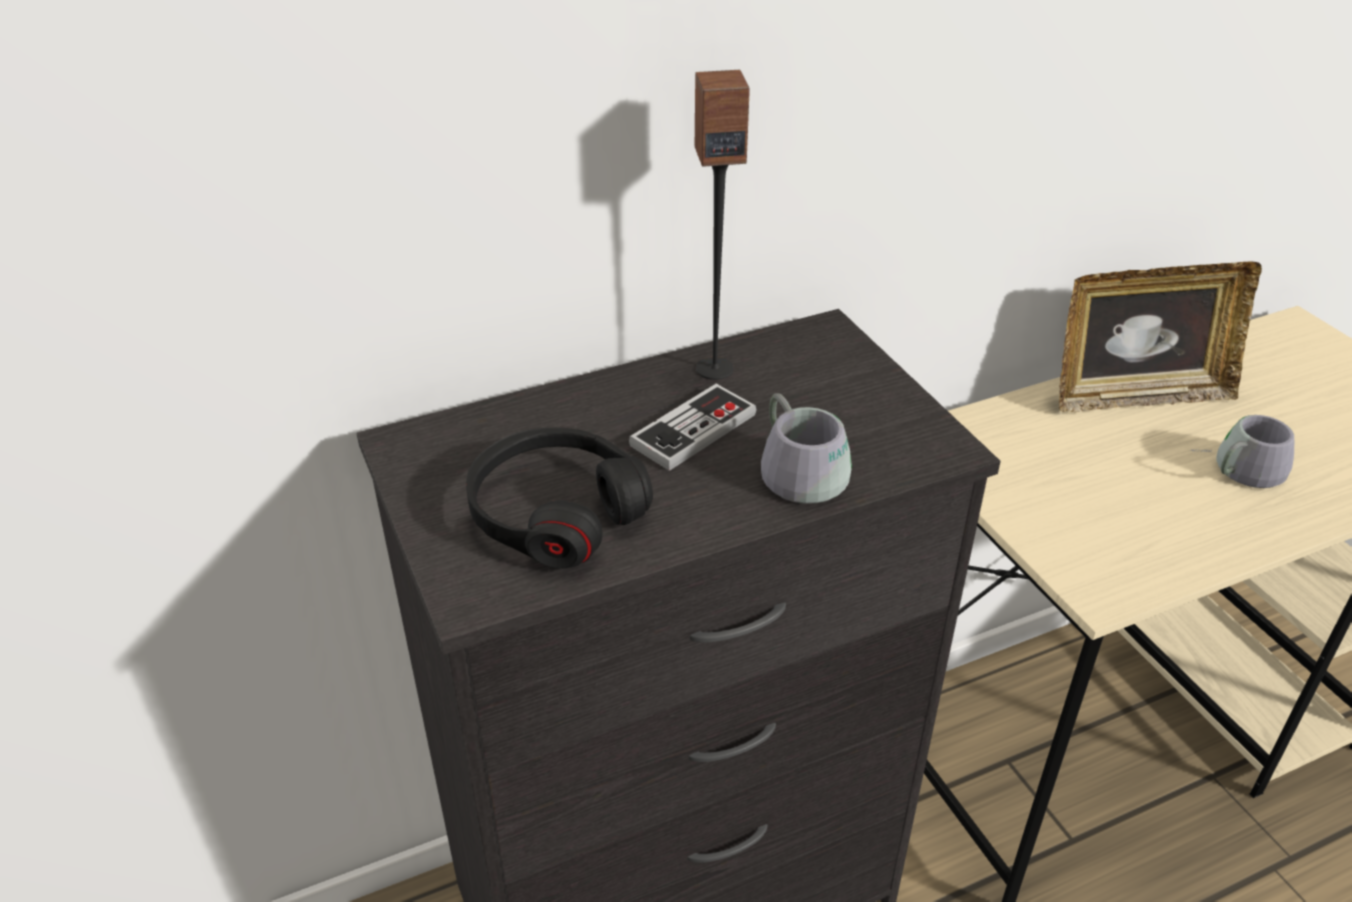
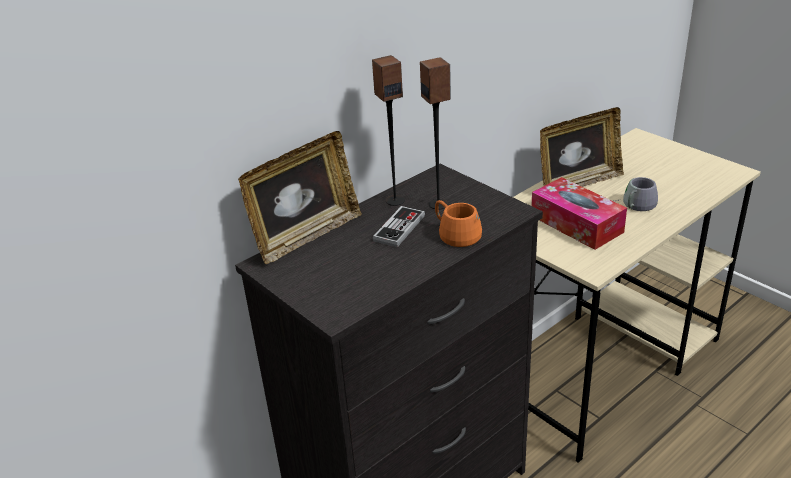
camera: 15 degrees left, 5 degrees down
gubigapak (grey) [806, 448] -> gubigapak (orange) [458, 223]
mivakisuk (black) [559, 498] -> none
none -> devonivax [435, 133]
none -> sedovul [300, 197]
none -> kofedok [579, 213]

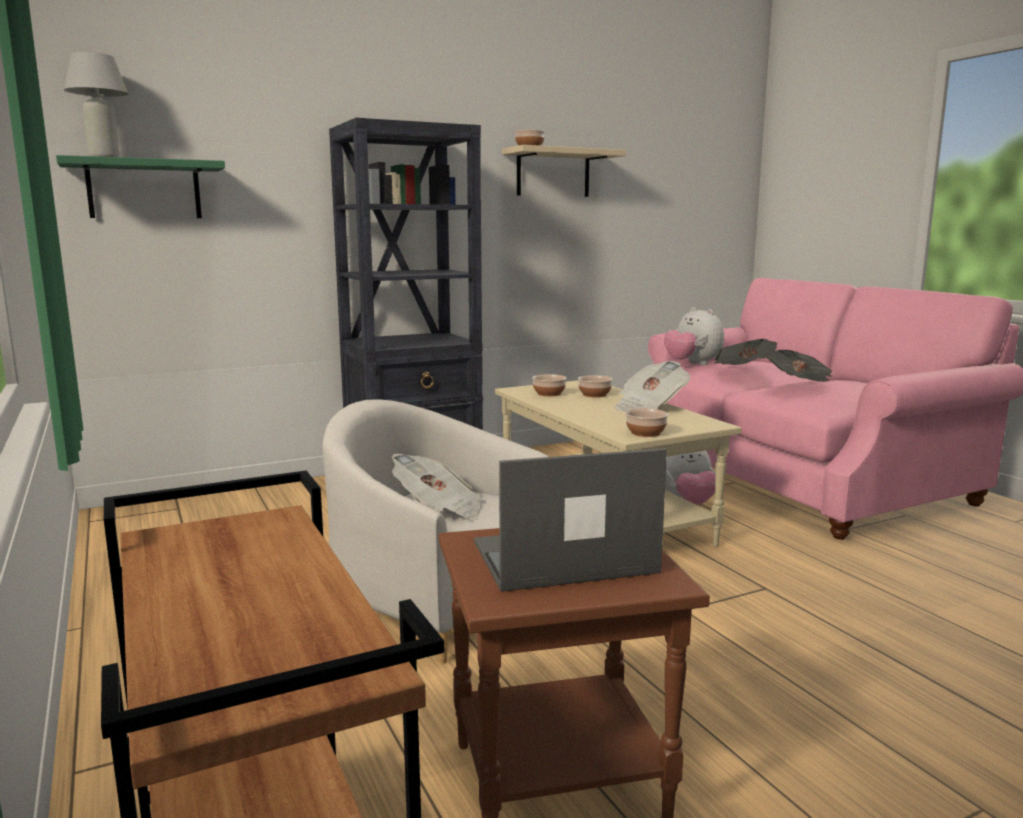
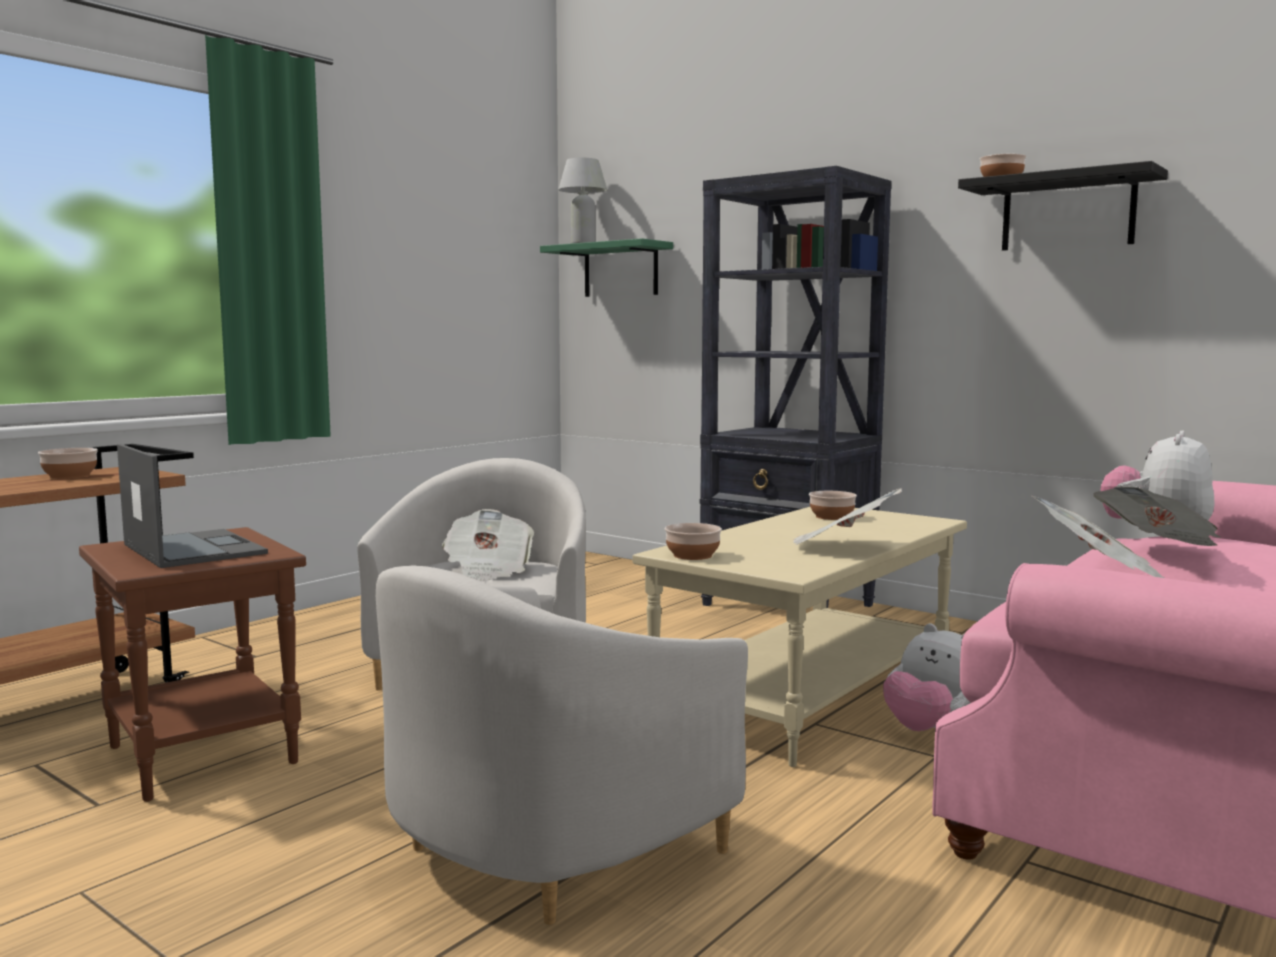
camera: 65 degrees right, 5 degrees down
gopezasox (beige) [564, 171] -> gopezasox (black) [1063, 206]
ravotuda [595, 386] -> ravotuda [68, 463], shifted
none -> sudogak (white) [562, 745]

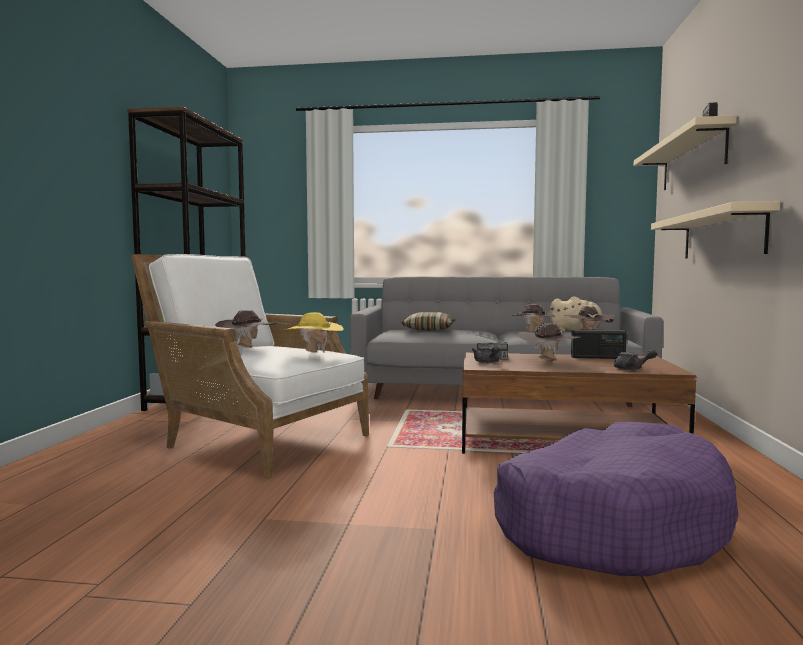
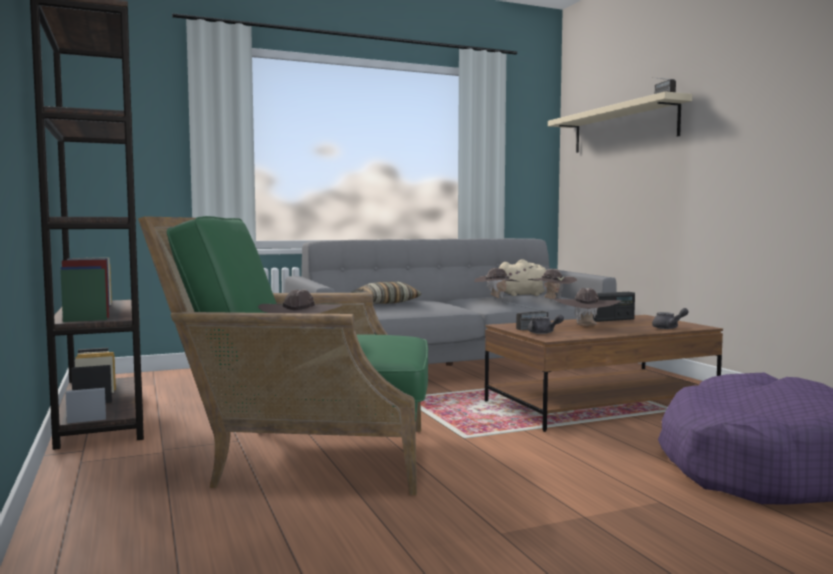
camera: 30 degrees left, 0 degrees up
gopezasox (beige) [715, 229] -> none
sudogak (white) [250, 366] -> sudogak (green) [283, 355]
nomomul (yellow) [314, 332] -> none

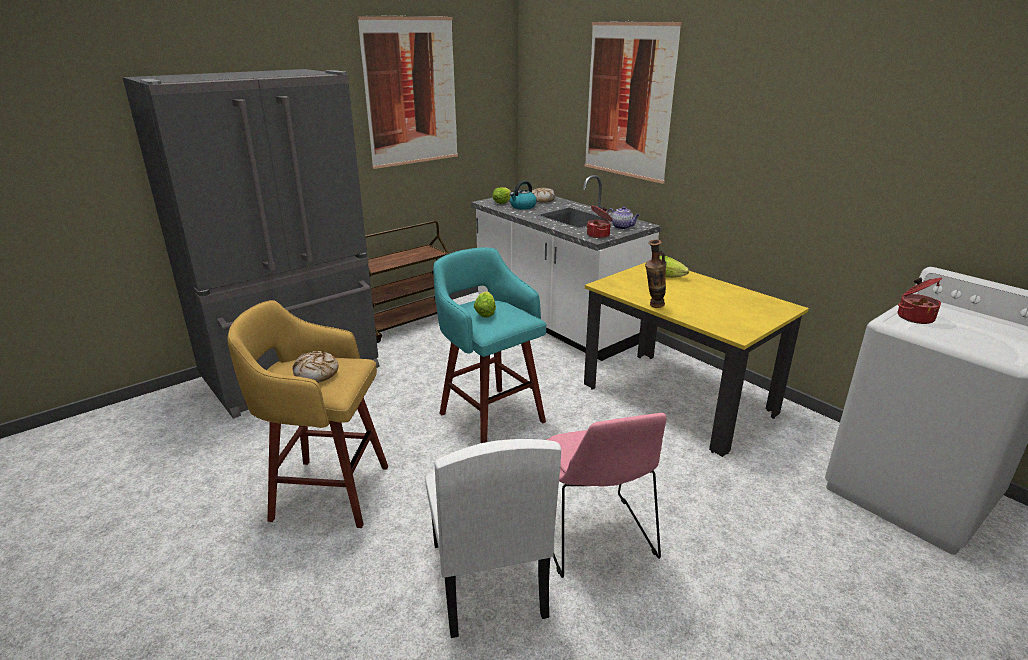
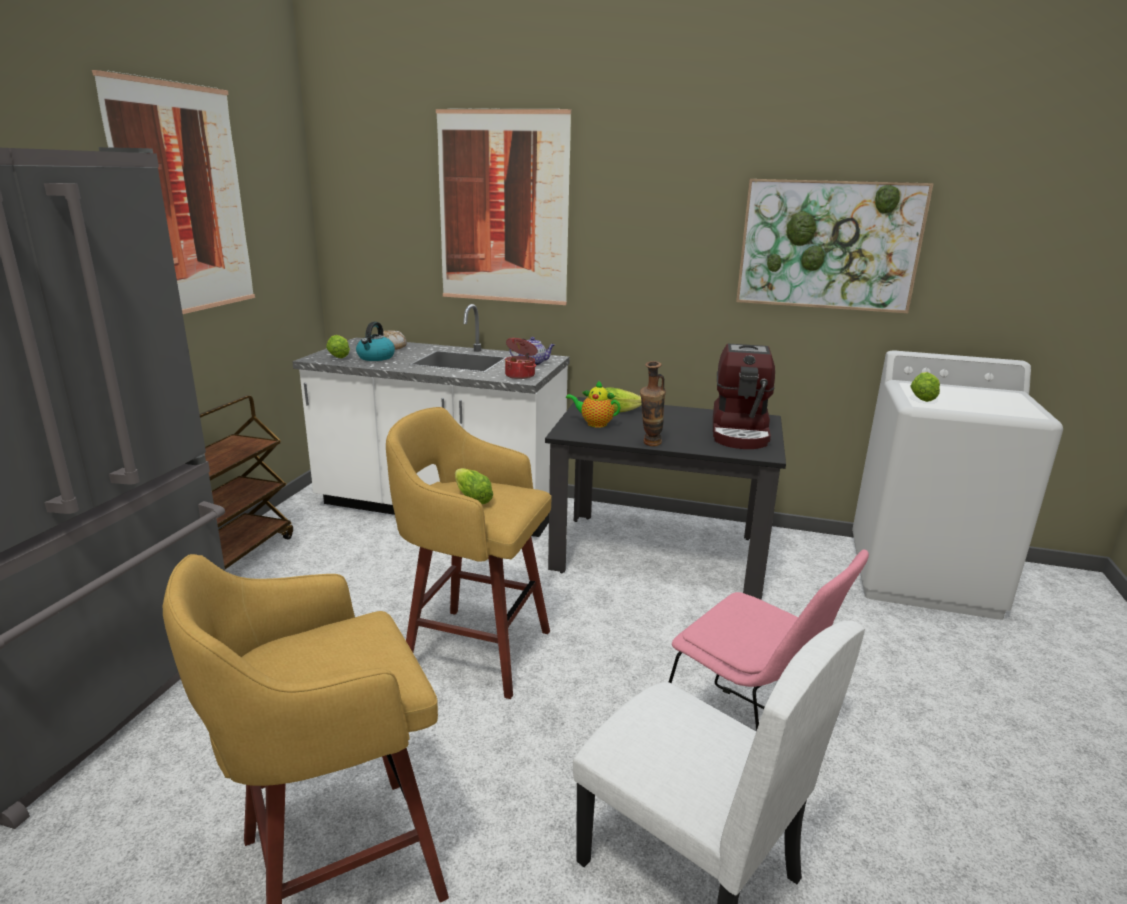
camera: 35 degrees left, 5 degrees down
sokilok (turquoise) [489, 345] -> sokilok (yellow) [468, 553]
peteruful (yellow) [696, 359] -> peteruful (black) [665, 498]
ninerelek [920, 300] -> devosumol [925, 387]
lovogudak [316, 367] -> none
none -> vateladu [835, 246]
none -> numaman [744, 396]
none -> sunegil [593, 404]

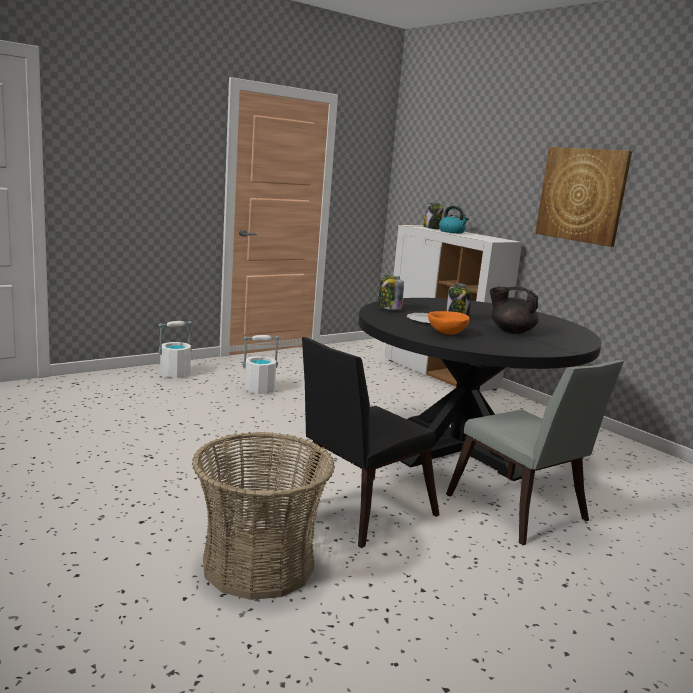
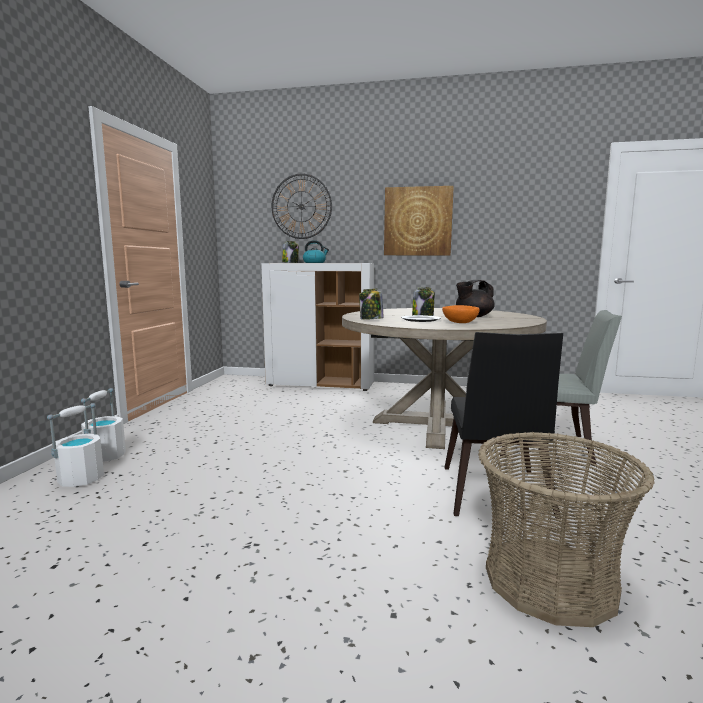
camera: 40 degrees left, 5 degrees down
peteruful (black) [480, 389] -> peteruful (beige) [444, 378]
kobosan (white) [260, 364] -> kobosan (white) [75, 445], shifted
none -> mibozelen [302, 206]

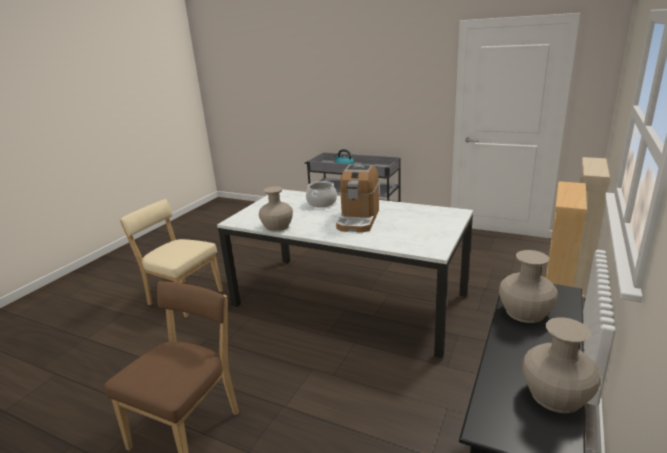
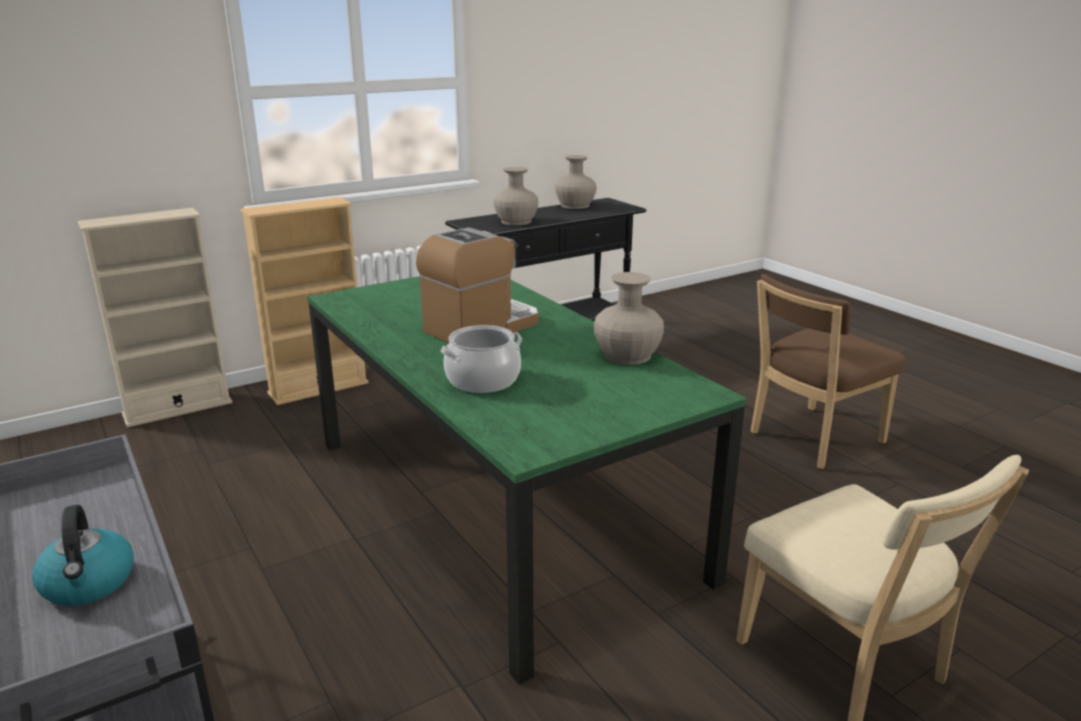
camera: 150 degrees left, 0 degrees up
peteruful (white) [345, 274] -> peteruful (green) [526, 480]

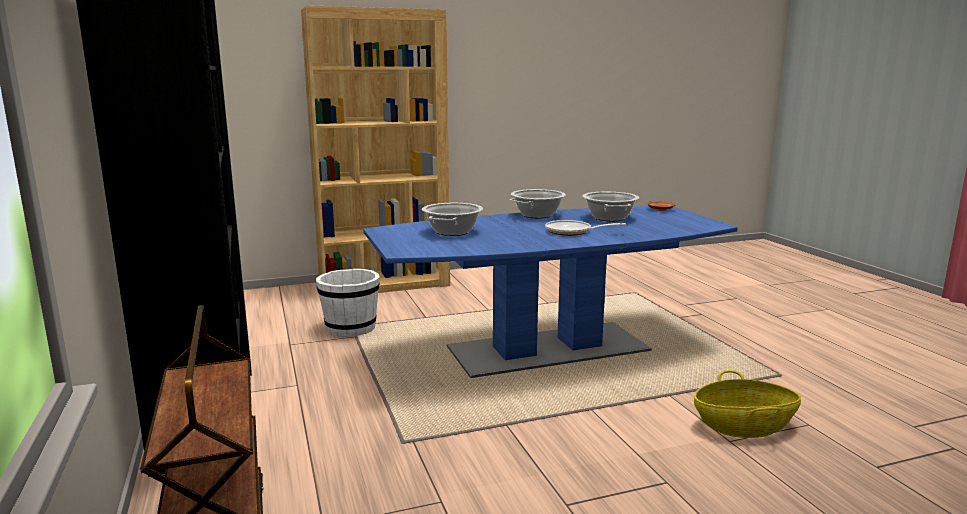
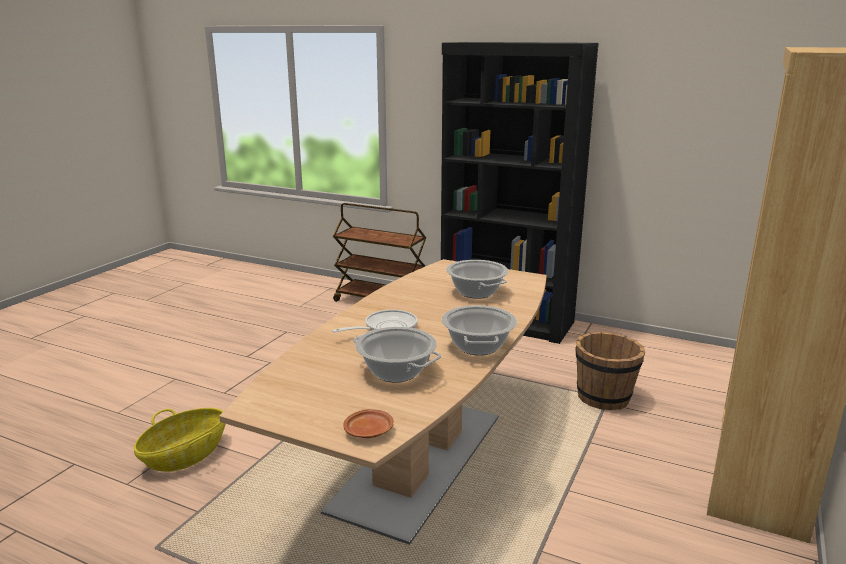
camera: 135 degrees right, 5 degrees up
peteruful (blue) [550, 292] -> peteruful (brown) [383, 402]
kobosan (white) [348, 303] -> kobosan (brown) [610, 370]

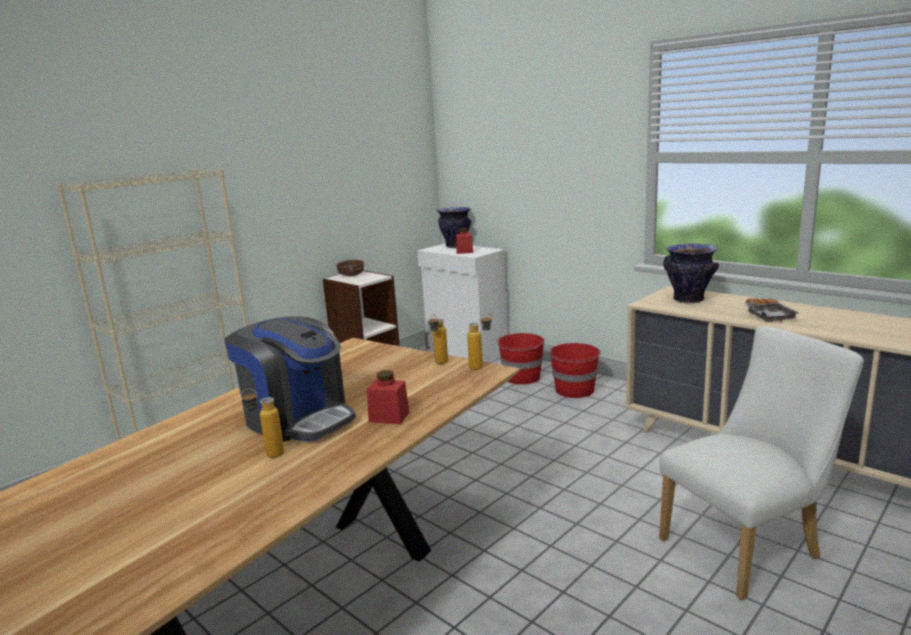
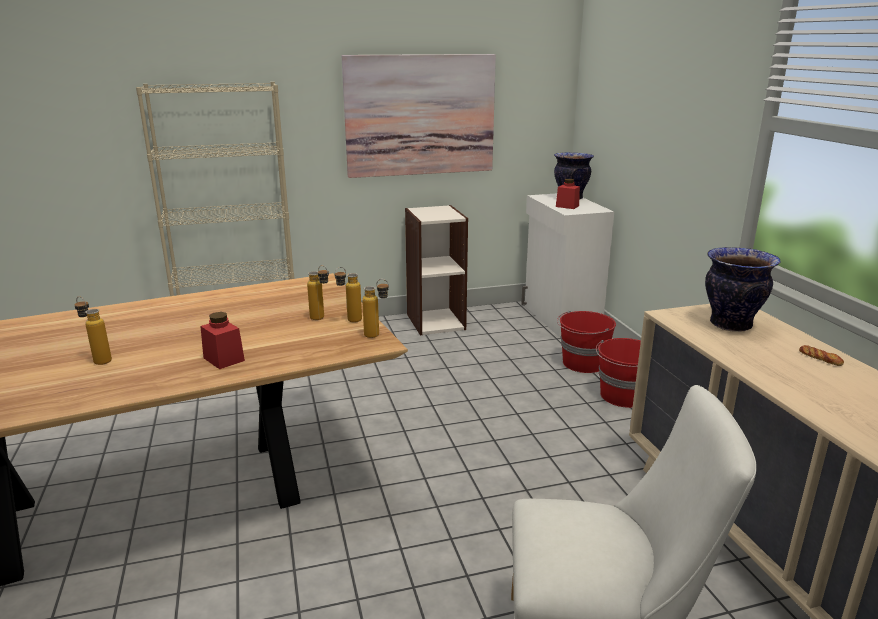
camera: 30 degrees right, 5 degrees up
ravotuda (brown) [350, 268] -> none
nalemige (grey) [772, 312] -> none
numaman [290, 379] -> none
none -> vateladu [419, 116]
none -> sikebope [318, 292]

